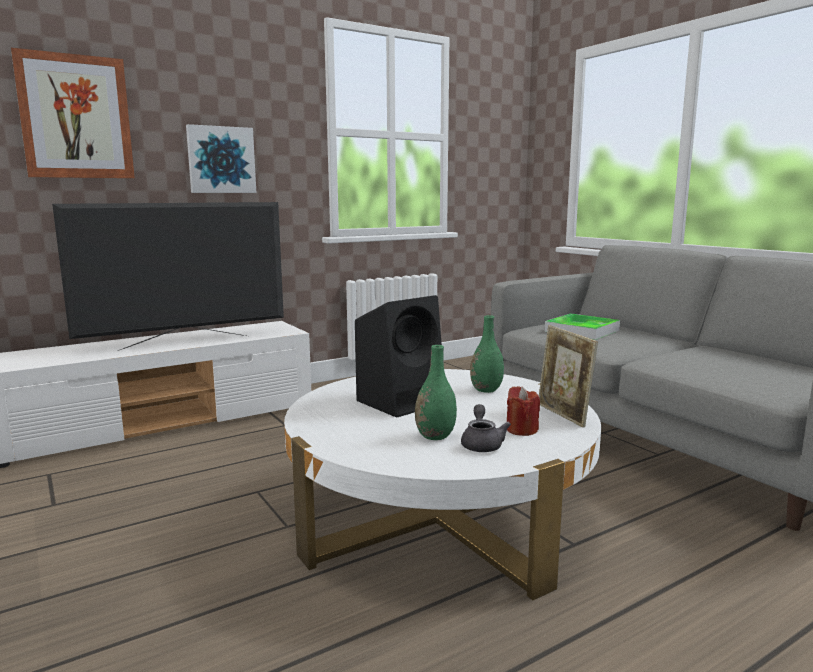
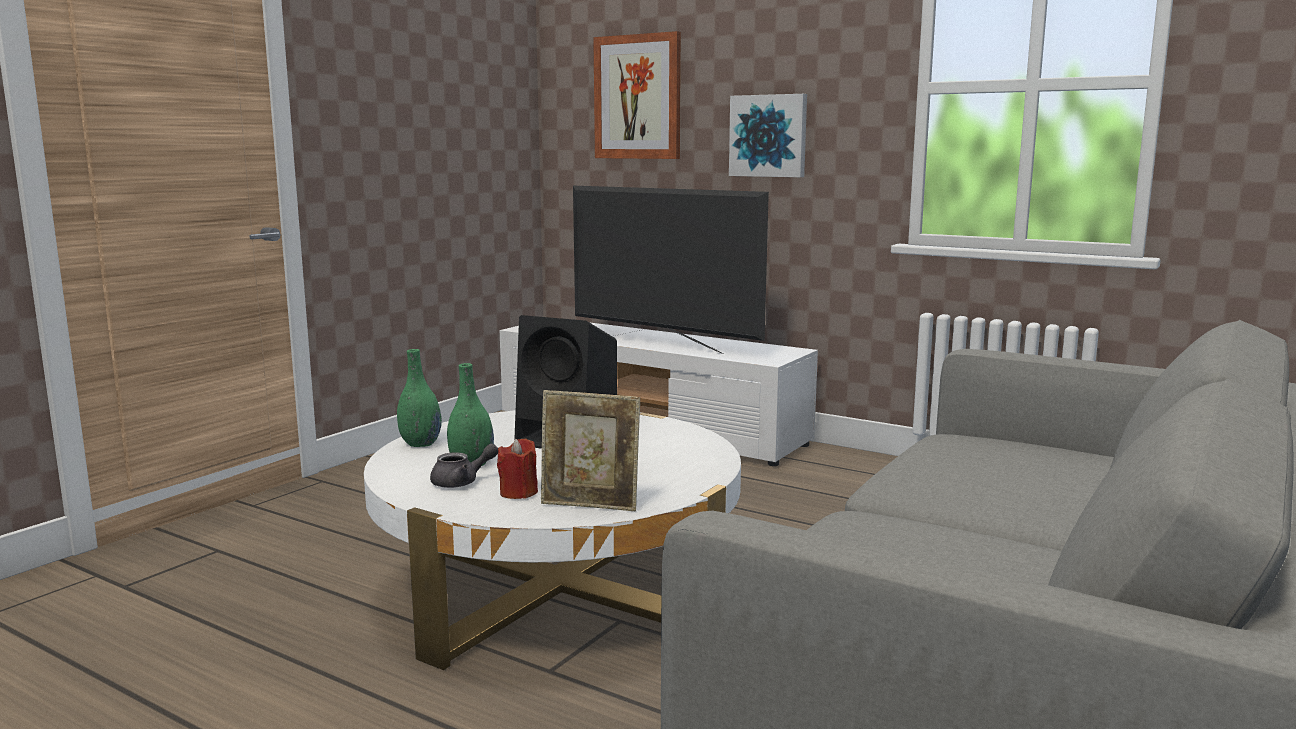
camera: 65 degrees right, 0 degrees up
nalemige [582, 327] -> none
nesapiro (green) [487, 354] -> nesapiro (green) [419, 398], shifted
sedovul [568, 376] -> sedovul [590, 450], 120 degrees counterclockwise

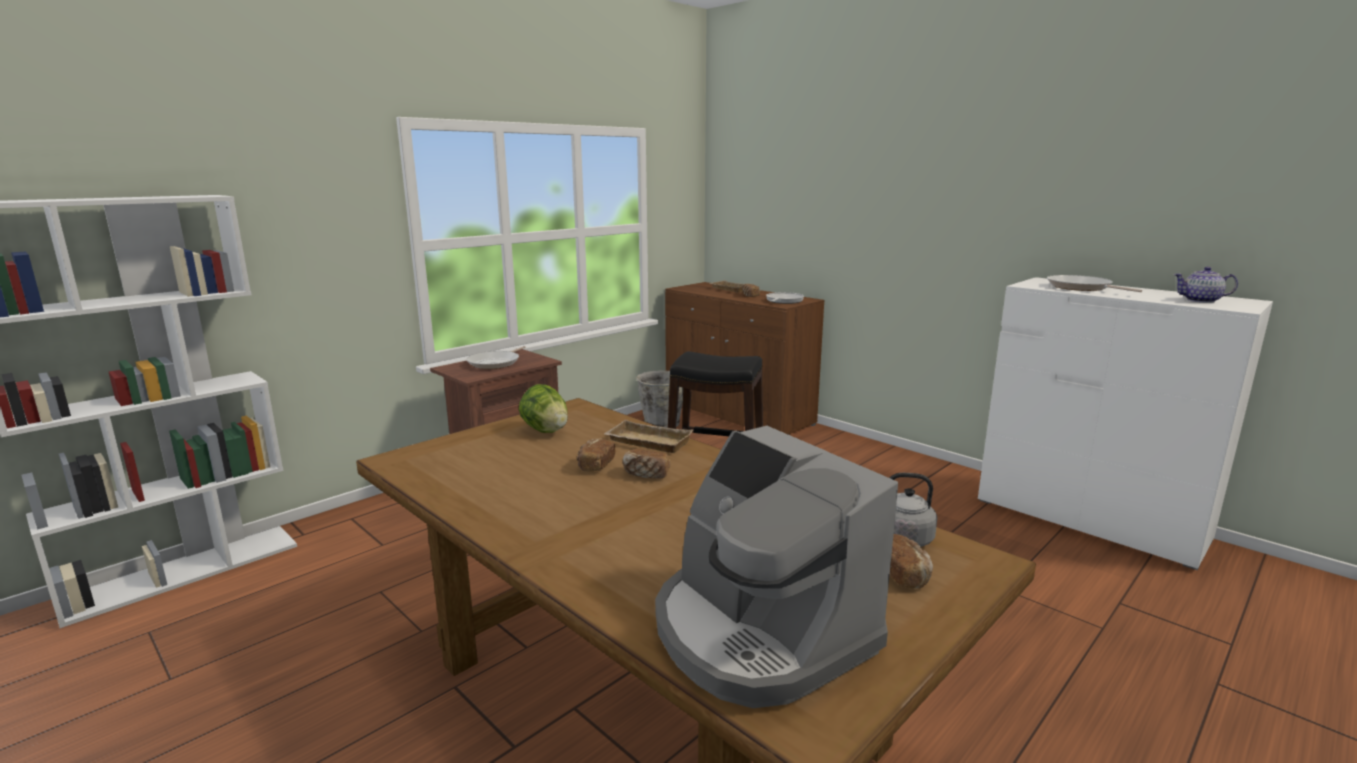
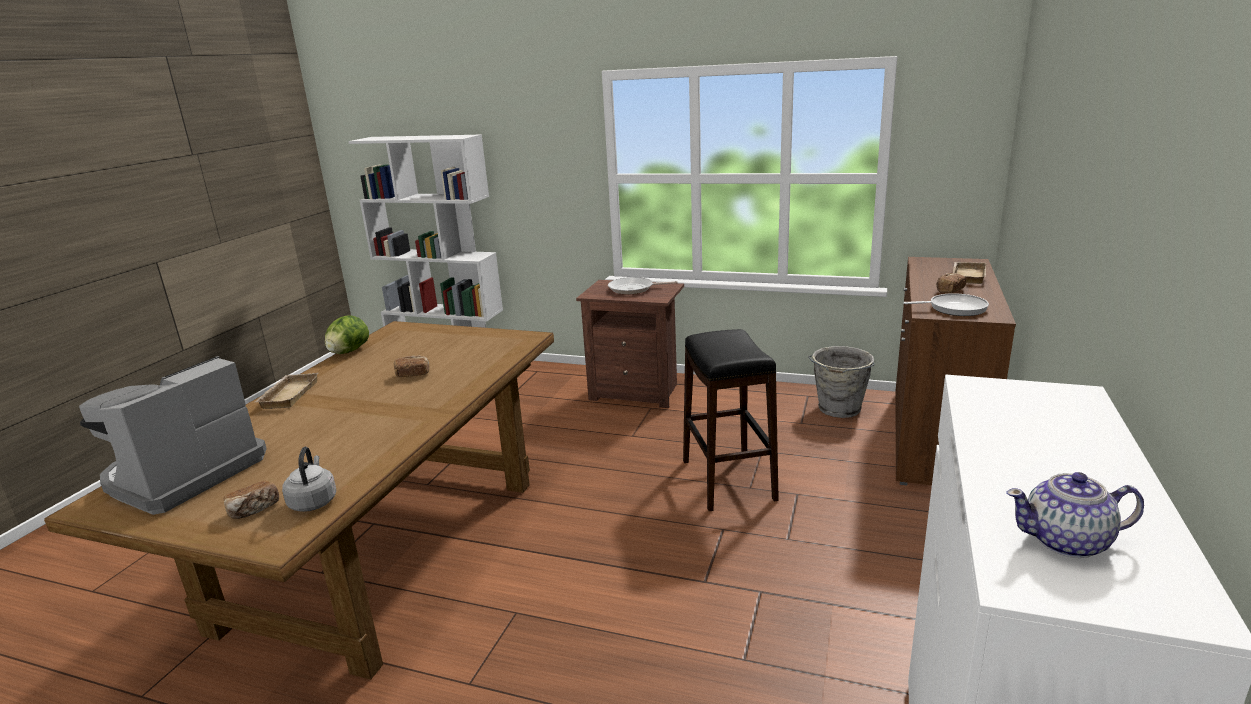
camera: 65 degrees right, 5 degrees up
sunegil [1205, 285] -> sunegil [1075, 515], 75 degrees counterclockwise
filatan [1094, 283] -> none
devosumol [543, 408] -> devosumol [347, 334], shifted
nalemige (beige) [648, 436] -> nalemige (beige) [286, 391], shifted
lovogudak [646, 464] -> none

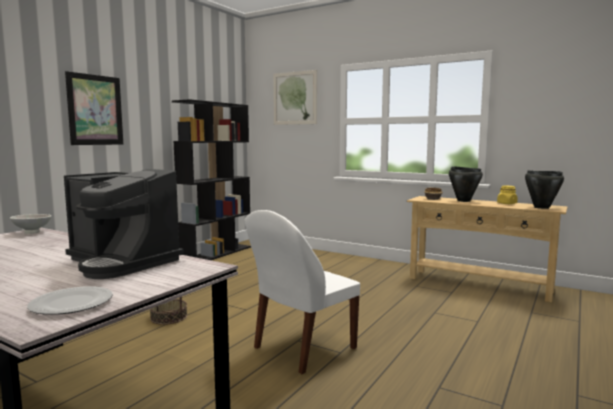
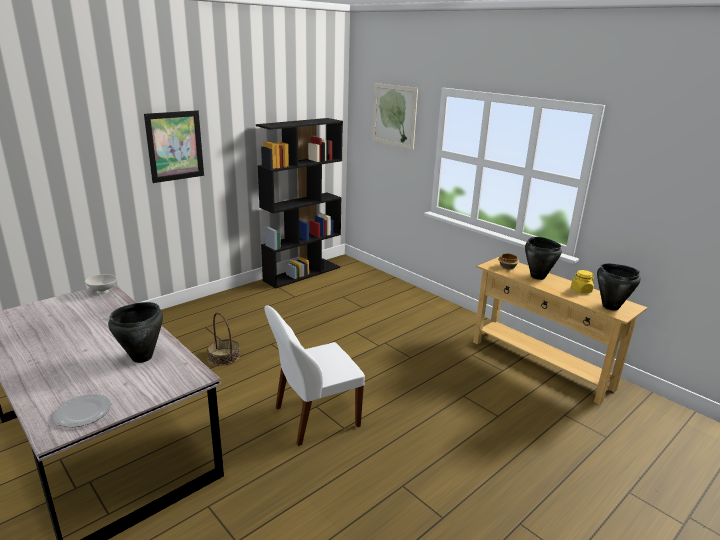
camera: 15 degrees right, 15 degrees up
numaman [124, 224] -> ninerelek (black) [135, 332]

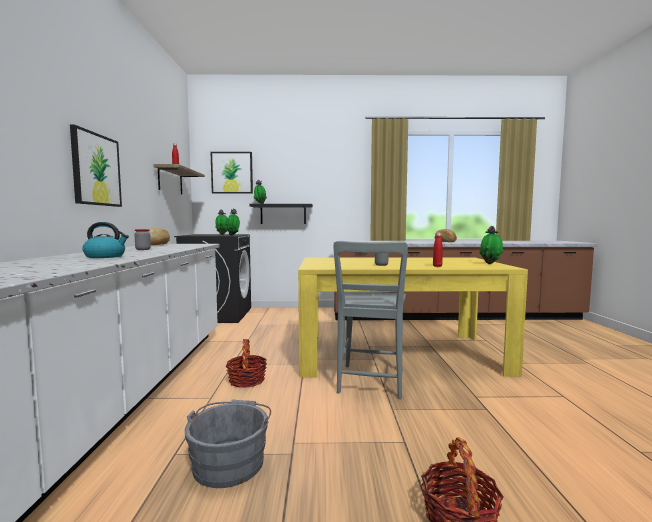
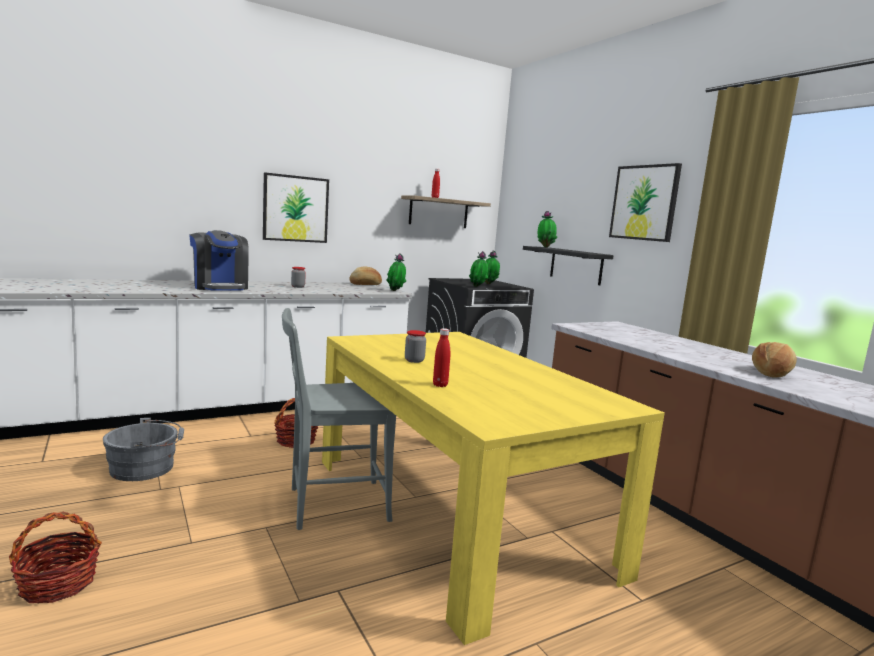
camera: 60 degrees right, 5 degrees up
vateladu [231, 172] -> vateladu [645, 202], shifted
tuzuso [105, 240] -> numaman [219, 260]
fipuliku [491, 245] -> fipuliku [396, 272], shifted

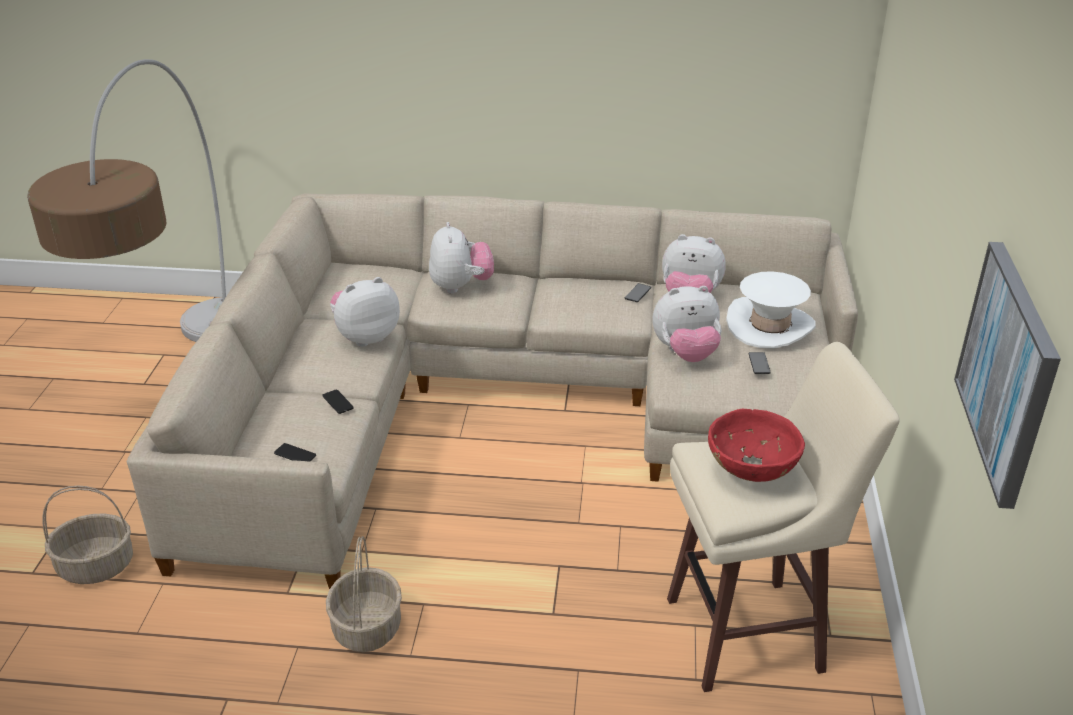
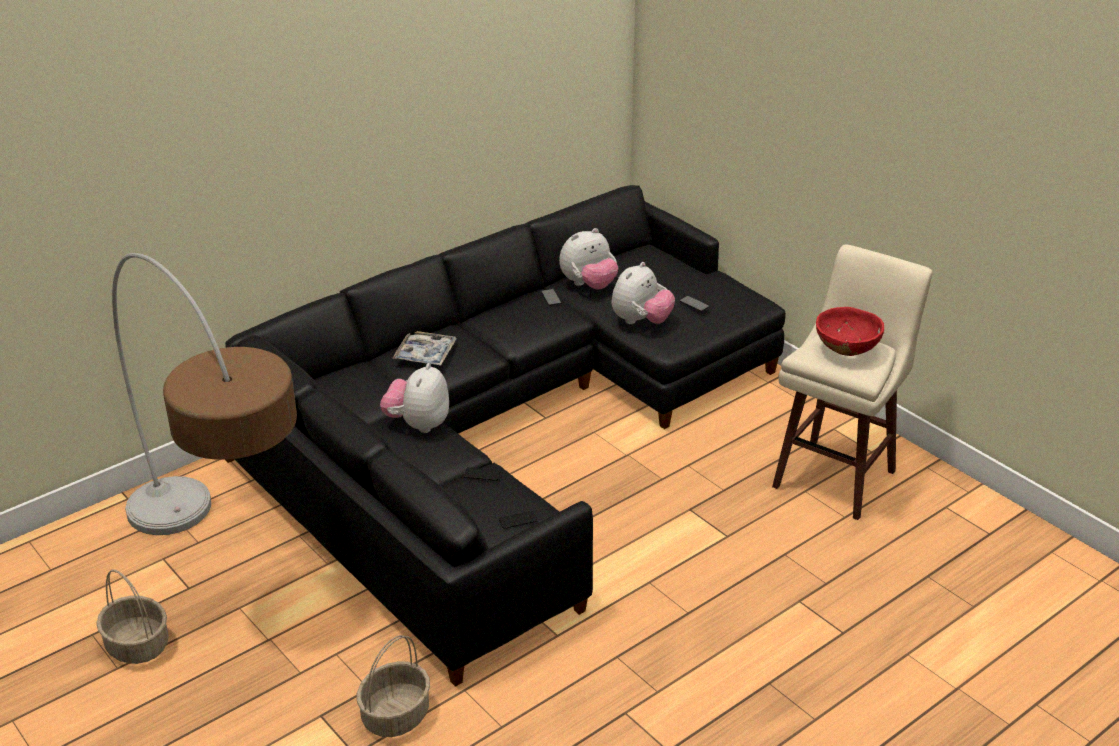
camera: 45 degrees left, 0 degrees up
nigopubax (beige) [492, 391] -> nigopubax (black) [505, 436]
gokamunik [461, 258] -> nalemige [424, 348]
vateladu [1007, 375] -> none
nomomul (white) [771, 309] -> none
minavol [364, 594] -> minavol [132, 616], shifted

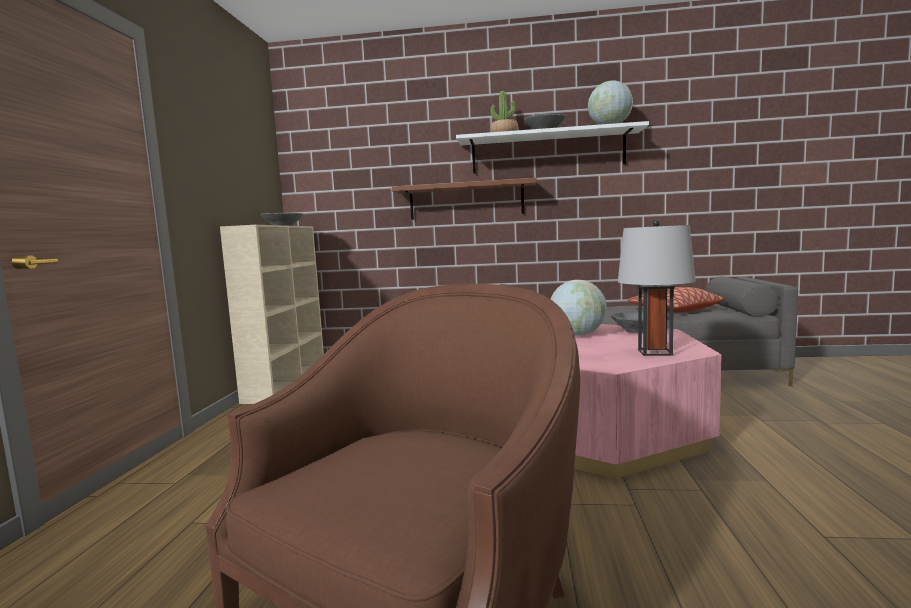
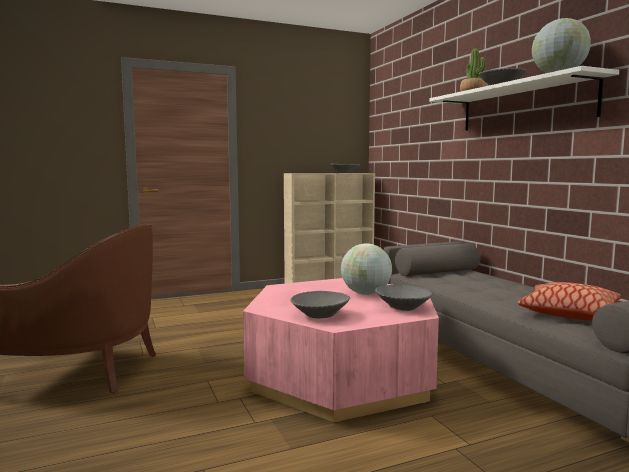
camera: 60 degrees right, 0 degrees up
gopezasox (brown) [464, 199] -> none
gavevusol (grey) [657, 288] -> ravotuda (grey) [320, 304]

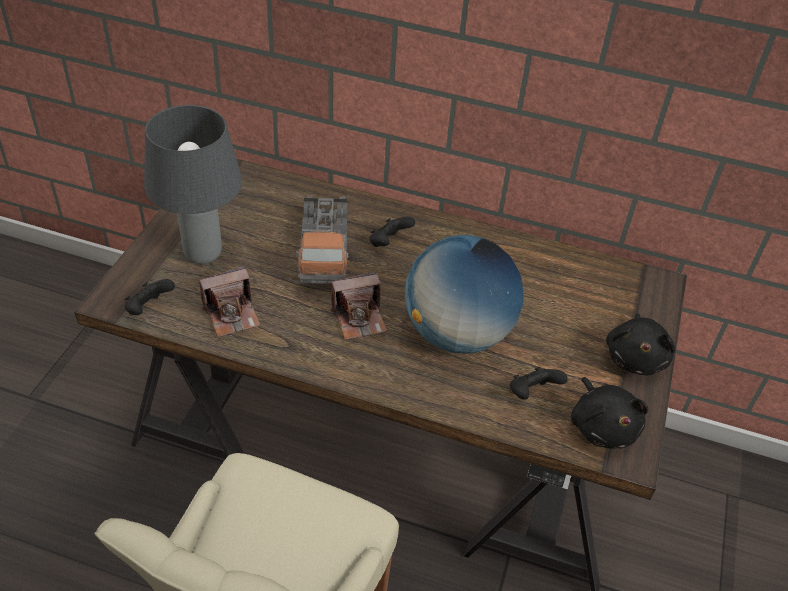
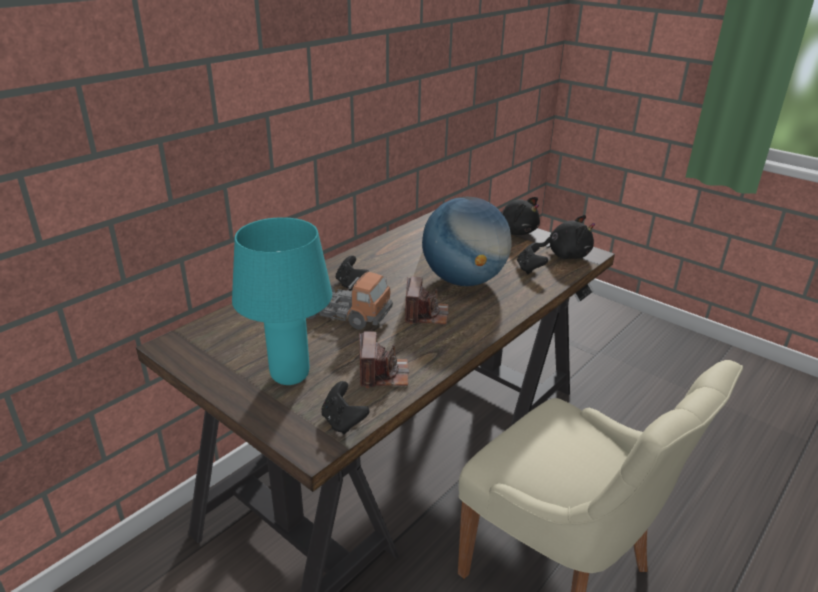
camera: 65 degrees left, 15 degrees down
gavevusol (grey) [193, 184] -> gavevusol (turquoise) [282, 301]

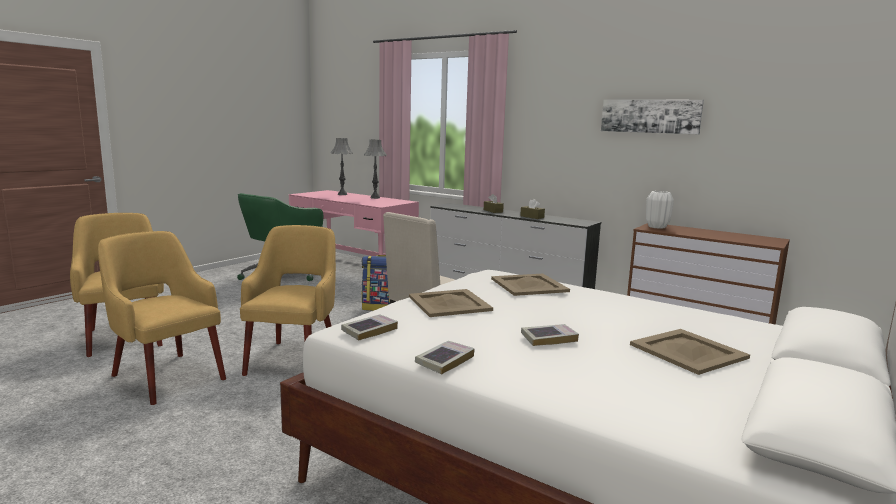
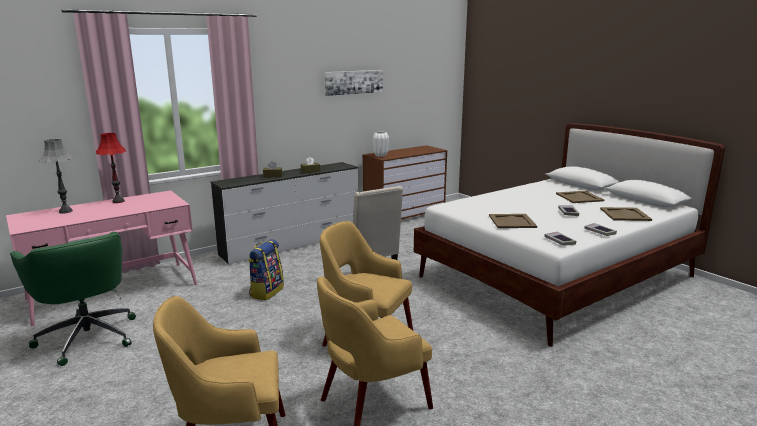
camera: 70 degrees left, 5 degrees up
gavevusol (grey) [375, 169] -> gavevusol (red) [111, 168]
nalemige (beige) [530, 285] -> nalemige (beige) [626, 214], shifted

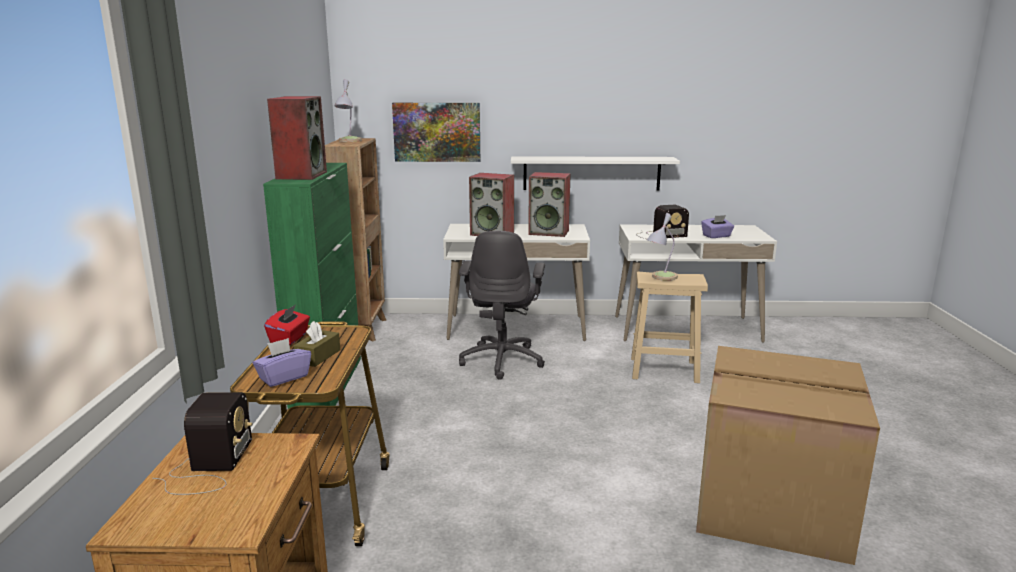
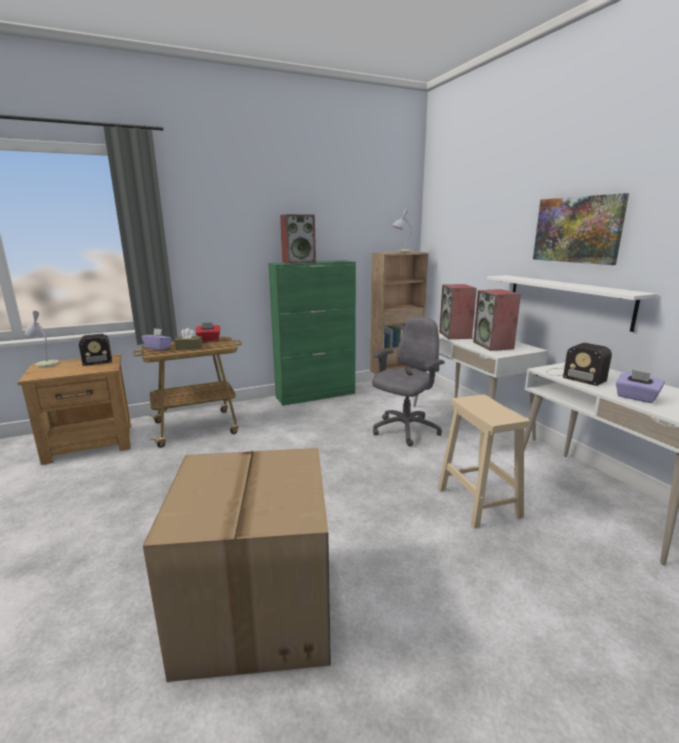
camera: 65 degrees right, 0 degrees up
vateladu [436, 132] -> vateladu [581, 229], shifted
gavevusol [662, 247] -> gavevusol [42, 339], shifted
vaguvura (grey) [502, 305] -> vaguvura (grey) [409, 382], 150 degrees clockwise

